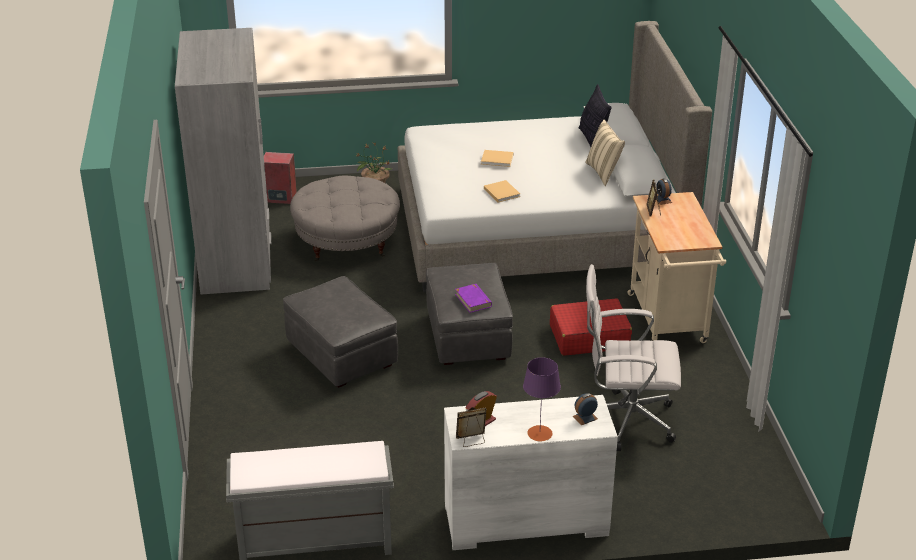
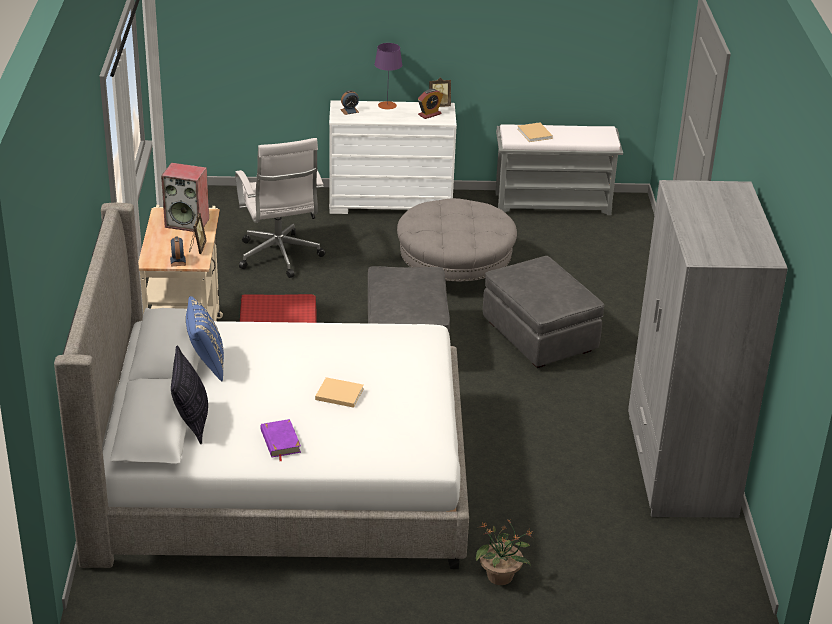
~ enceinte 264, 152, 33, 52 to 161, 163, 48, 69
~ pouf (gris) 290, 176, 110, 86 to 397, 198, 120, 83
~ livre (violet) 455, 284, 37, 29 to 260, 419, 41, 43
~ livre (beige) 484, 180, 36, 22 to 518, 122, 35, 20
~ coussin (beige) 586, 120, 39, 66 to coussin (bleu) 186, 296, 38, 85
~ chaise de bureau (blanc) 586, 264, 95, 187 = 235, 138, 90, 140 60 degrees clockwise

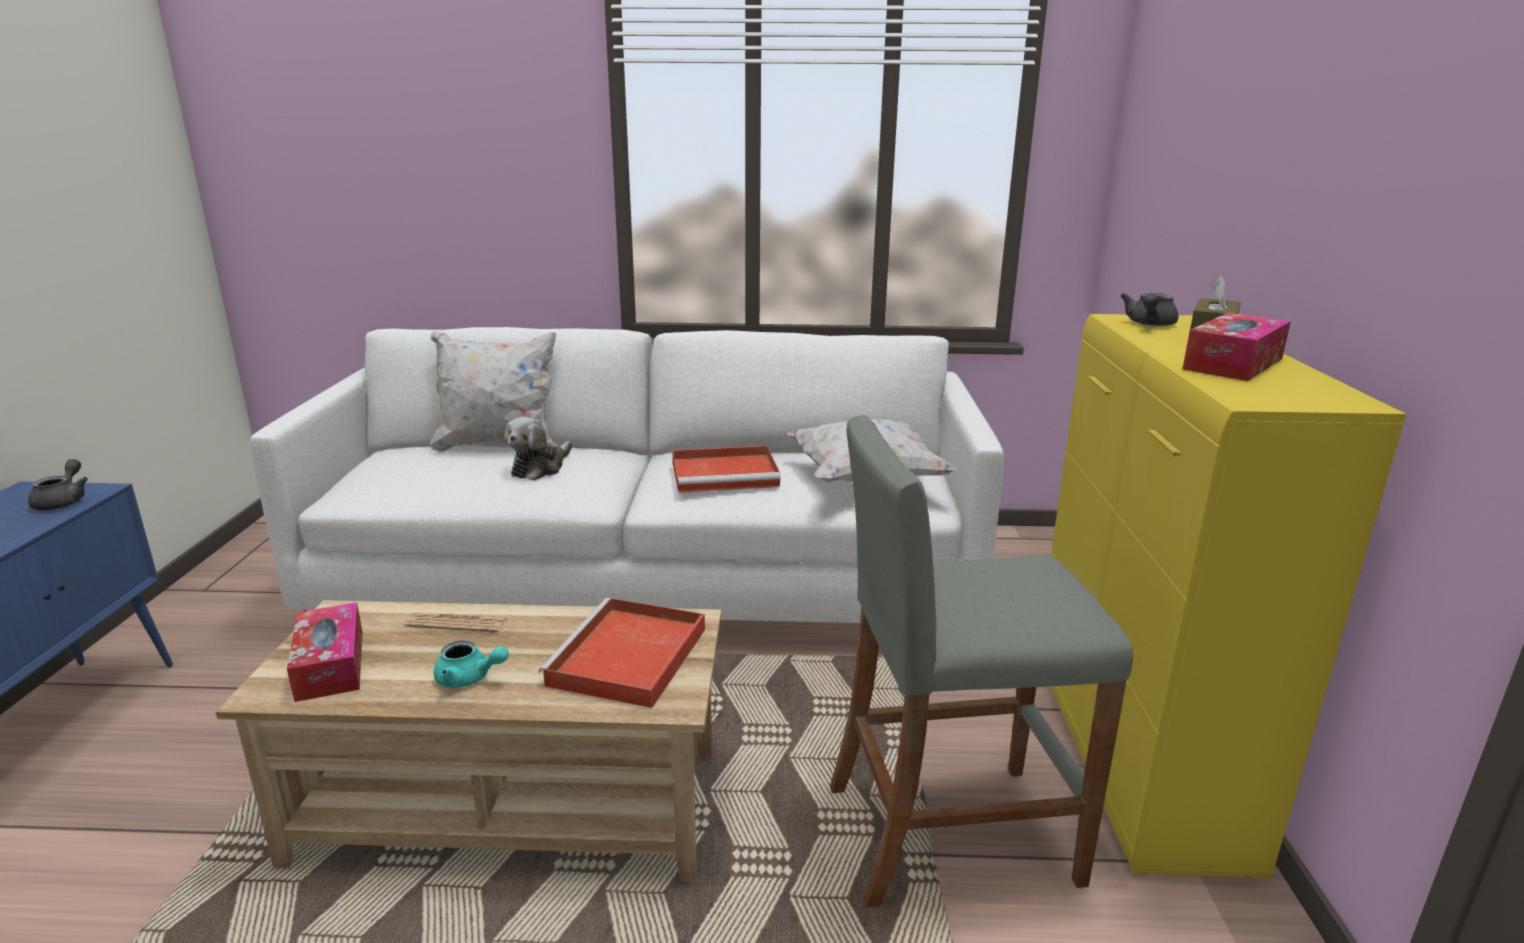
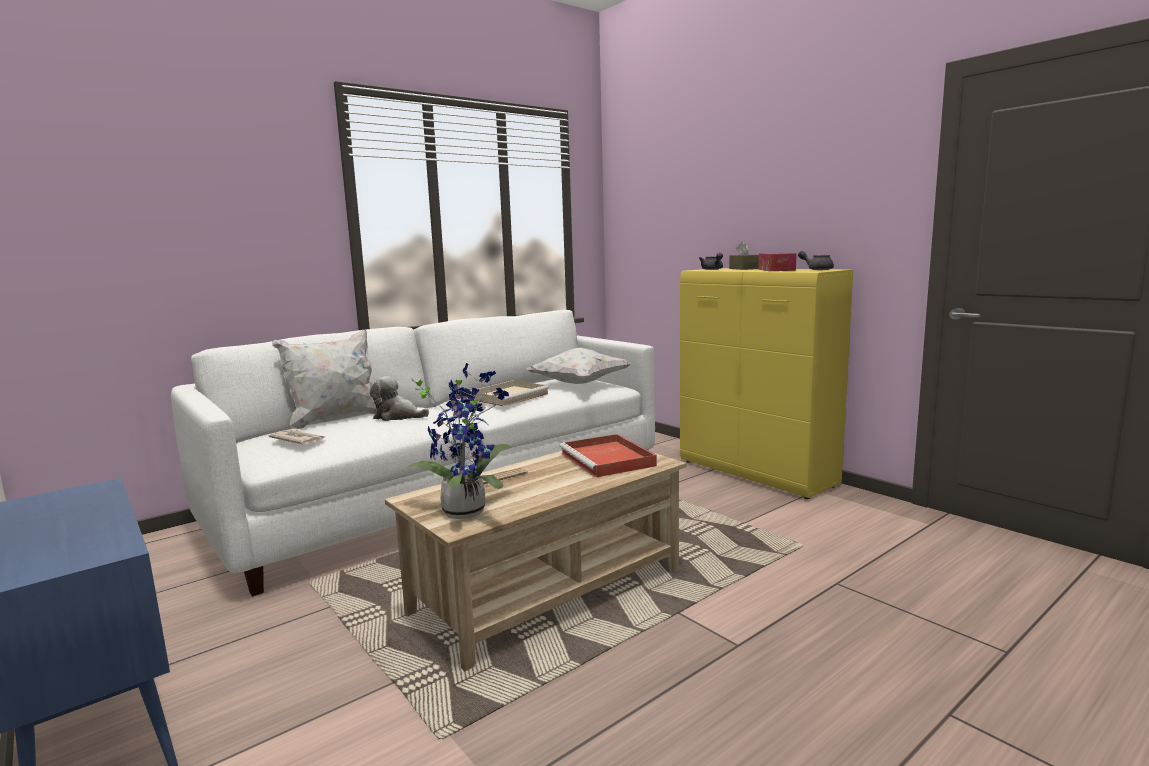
- théière (turquoise) 434, 640, 75, 48
- tabouret (gris) 830, 415, 303, 492
+ journal 268, 430, 57, 14
~ théière (gris) 28, 459, 60, 51 to 798, 251, 36, 19
~ boîte à mouchoirs 287, 602, 76, 100 to plante en pot 404, 363, 108, 156
~ plateau (rouge) 672, 445, 109, 48 to plateau (beige) 471, 380, 78, 26
~ peluche 505, 417, 67, 64 = 370, 376, 59, 45 120 degrees clockwise

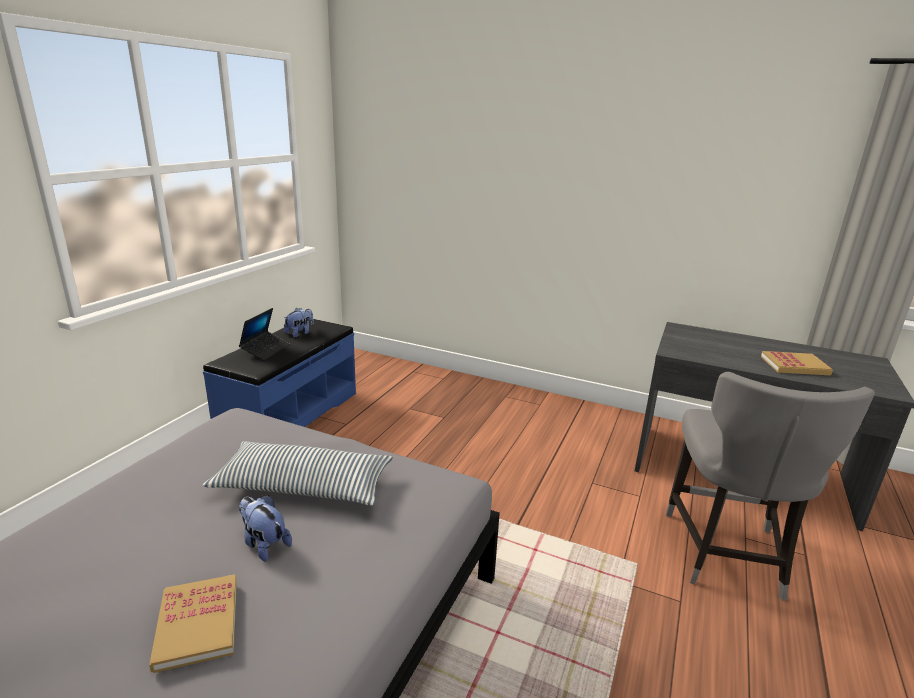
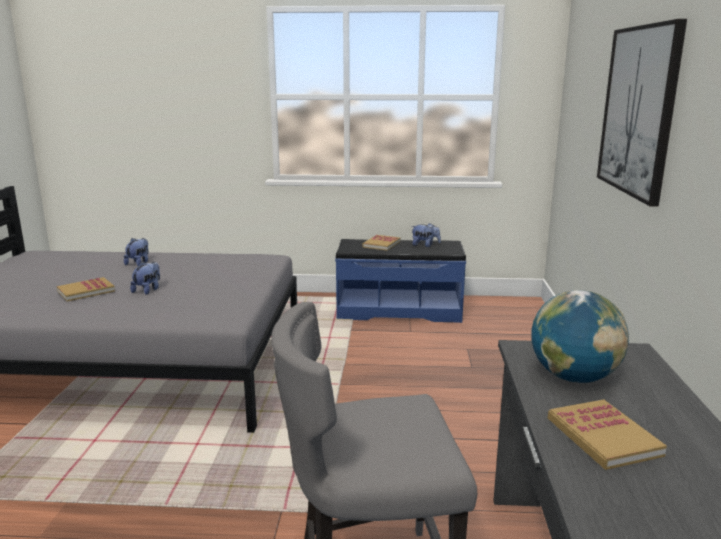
- coussin 203, 441, 190, 65
+ peluche 124, 238, 25, 28
+ globe 531, 290, 98, 93
+ tableau 597, 19, 90, 188
~ ordinateur portable 239, 308, 51, 53 to livre 362, 235, 38, 16

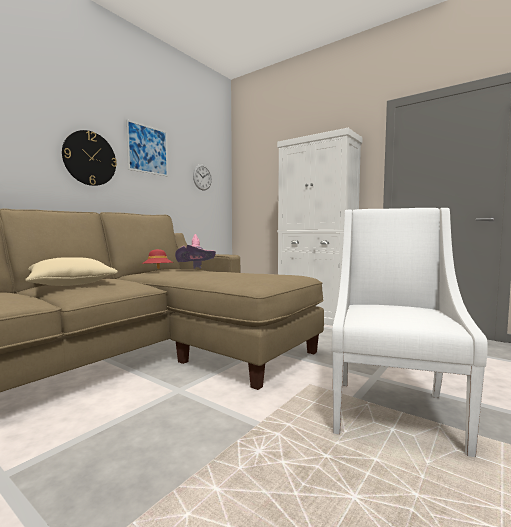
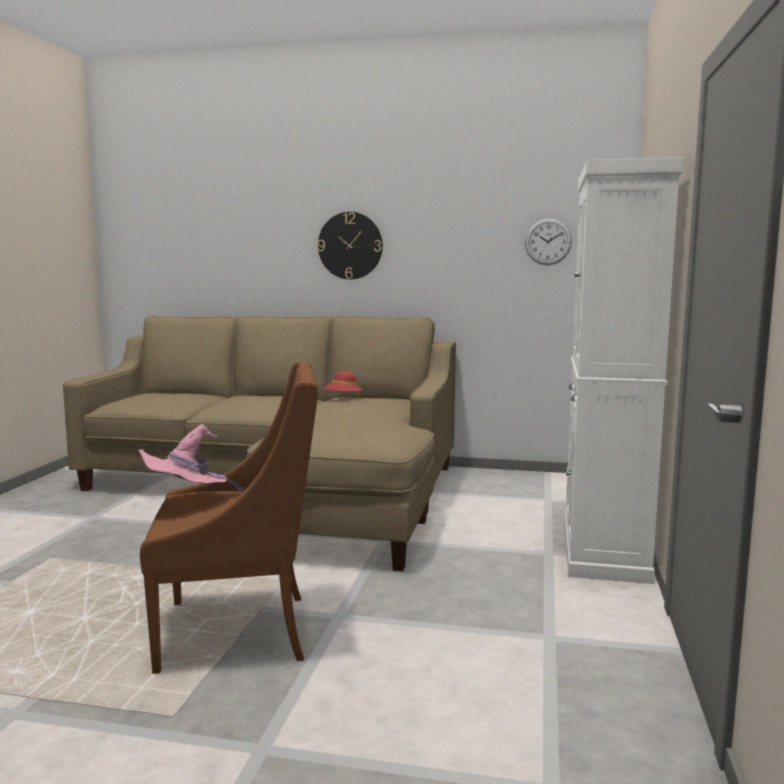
- coussin (beige) 25, 257, 93, 29
- tableau 126, 119, 42, 57
~ chapeau (rose) 175, 234, 41, 35 to 138, 424, 107, 68
~ fauteuil (blanc) 332, 208, 156, 249 to fauteuil (marron) 140, 362, 178, 312

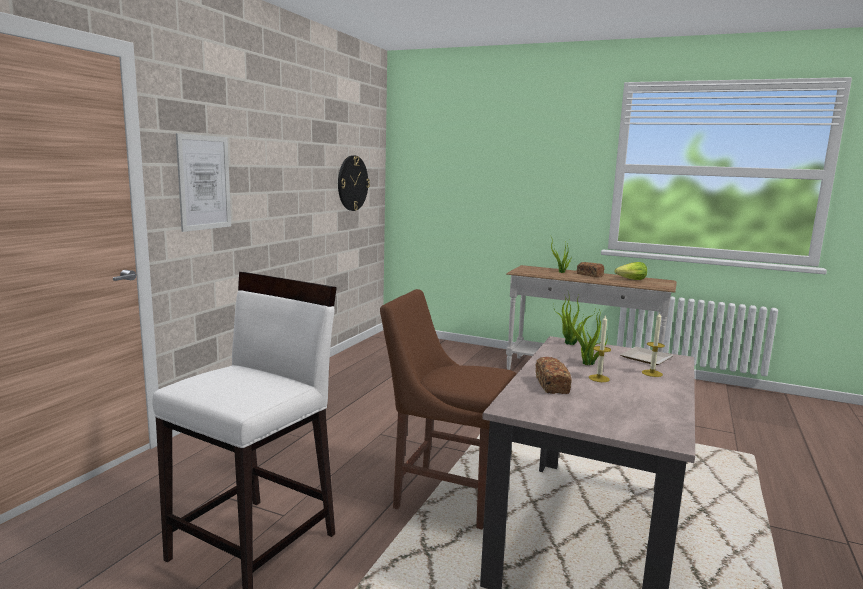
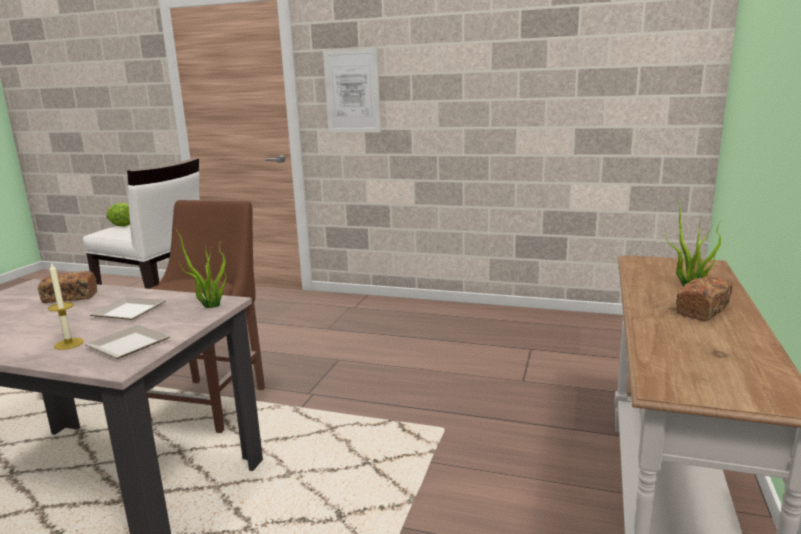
- horloge murale 338, 155, 32, 56
- bougie 589, 314, 22, 68
~ laitue 615, 262, 32, 18 to 106, 203, 24, 24
~ plante en pot 566, 298, 43, 67 to assiette 90, 297, 76, 23

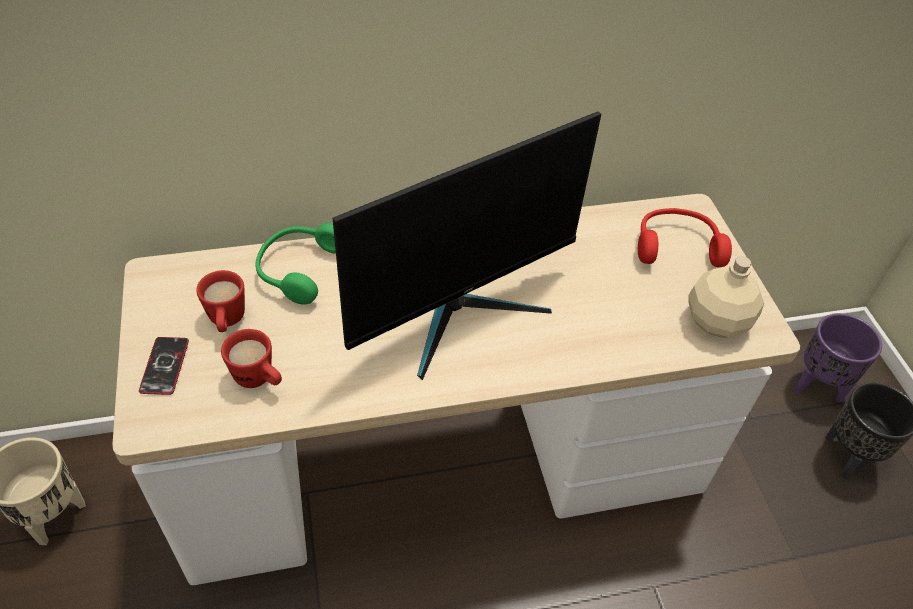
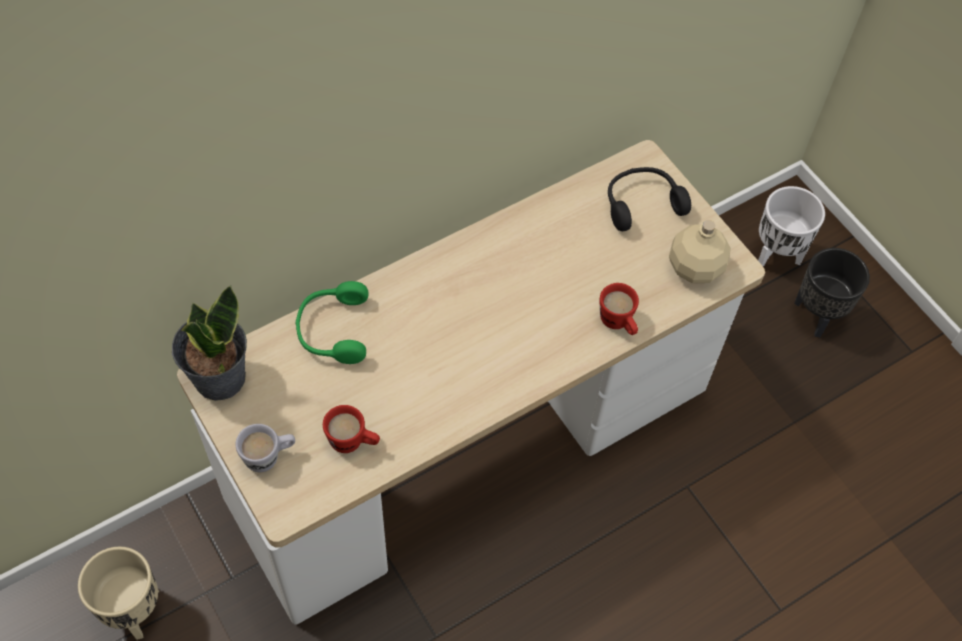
- écran d'ordinateur 333, 111, 268, 269
+ plante en pot 172, 285, 75, 116
~ mug (rouge) 196, 270, 49, 62 to 600, 283, 39, 52
~ téléphone 139, 337, 50, 58 to mug (blanc) 235, 424, 60, 48
~ casque audio (rouge) 638, 208, 94, 59 to casque audio (noir) 608, 167, 83, 64
~ cache-pot (violet) 794, 313, 88, 90 to cache-pot (blanc) 758, 186, 67, 80

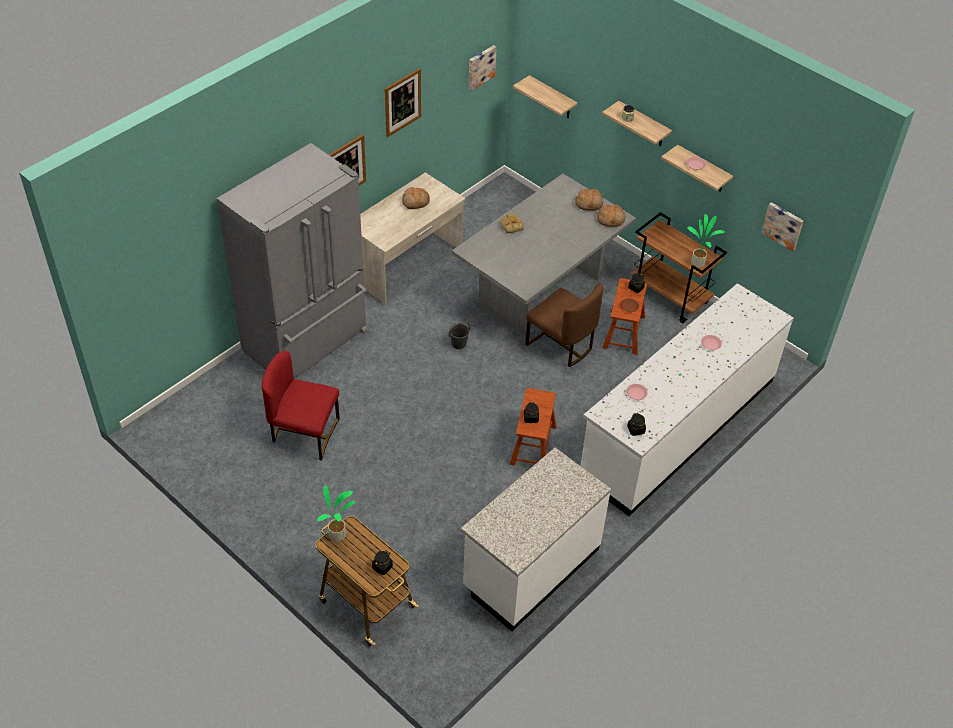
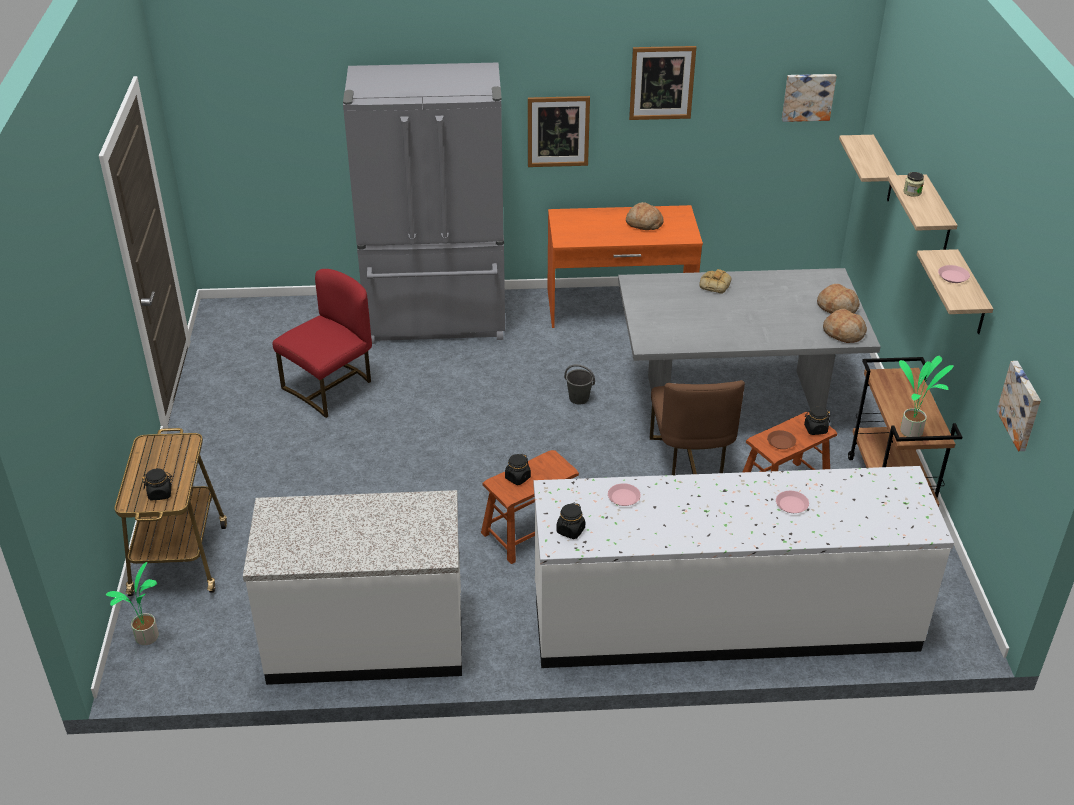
~ plante en pot 317, 485, 38, 57 to 106, 562, 53, 83
~ bureau (beige) 360, 172, 105, 133 to bureau (orange) 548, 205, 155, 123
~ chaise (rouge) 262, 351, 78, 110 = 272, 269, 100, 149 75 degrees clockwise

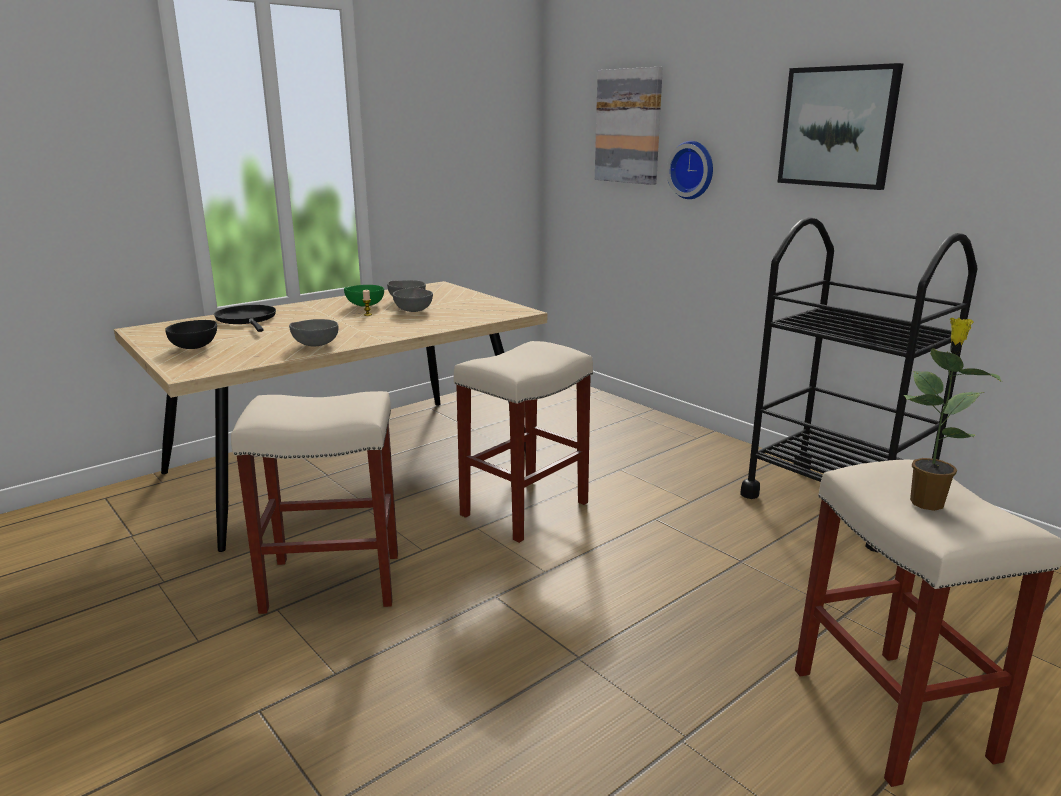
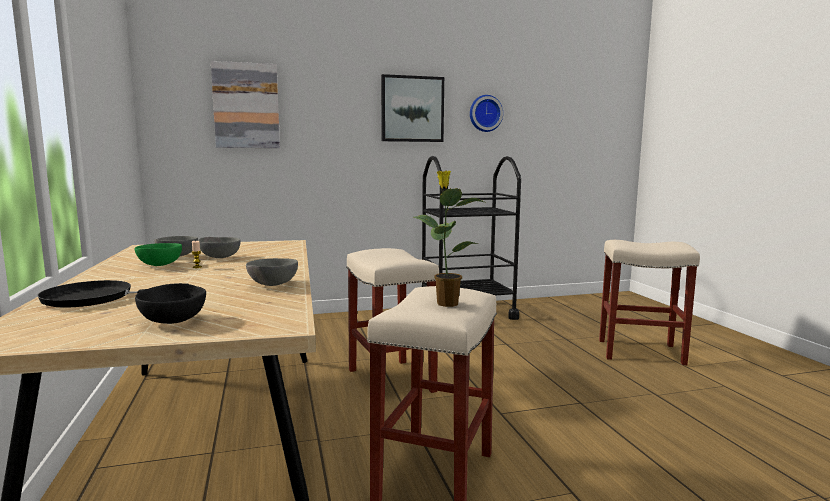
~ horloge murale 667, 141, 46, 58 to 470, 95, 33, 37
~ plante en pot 904, 318, 98, 193 to 414, 171, 70, 136

